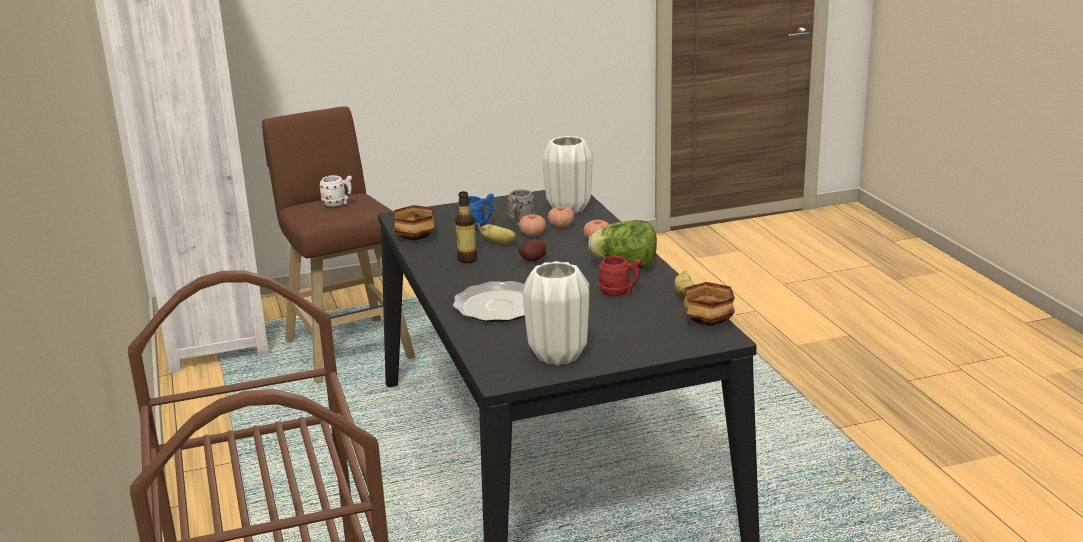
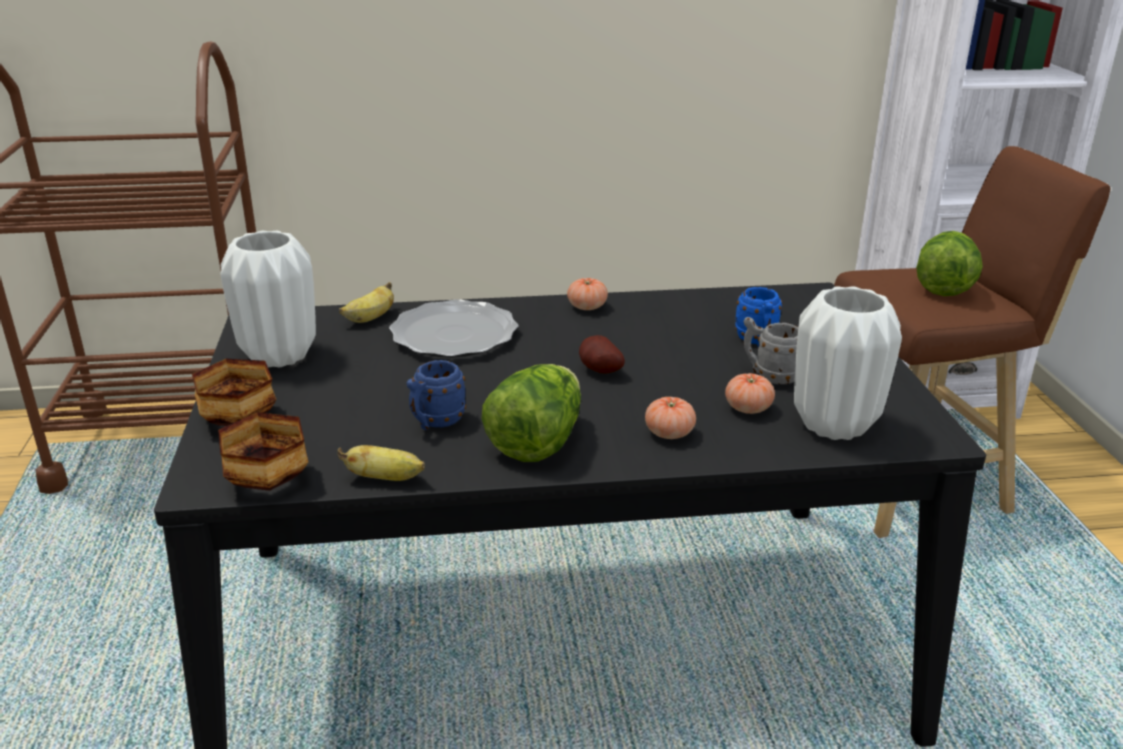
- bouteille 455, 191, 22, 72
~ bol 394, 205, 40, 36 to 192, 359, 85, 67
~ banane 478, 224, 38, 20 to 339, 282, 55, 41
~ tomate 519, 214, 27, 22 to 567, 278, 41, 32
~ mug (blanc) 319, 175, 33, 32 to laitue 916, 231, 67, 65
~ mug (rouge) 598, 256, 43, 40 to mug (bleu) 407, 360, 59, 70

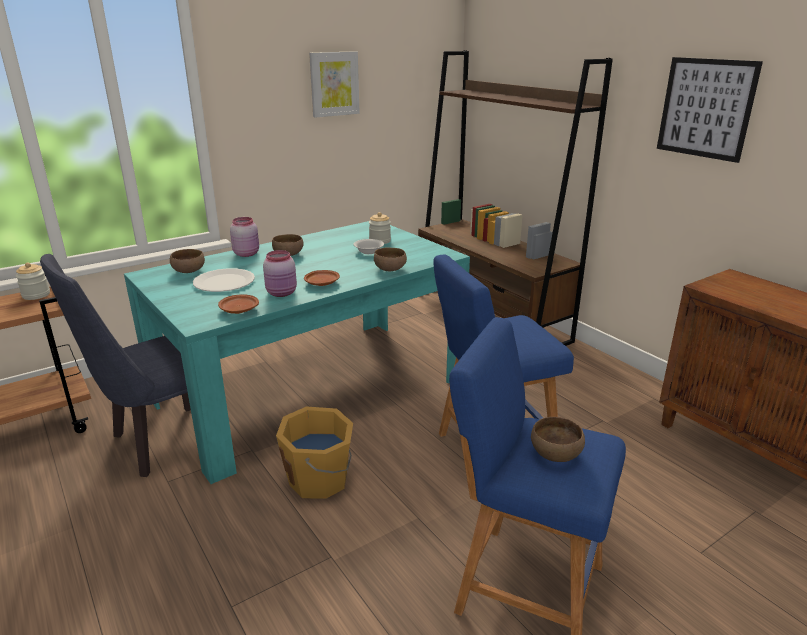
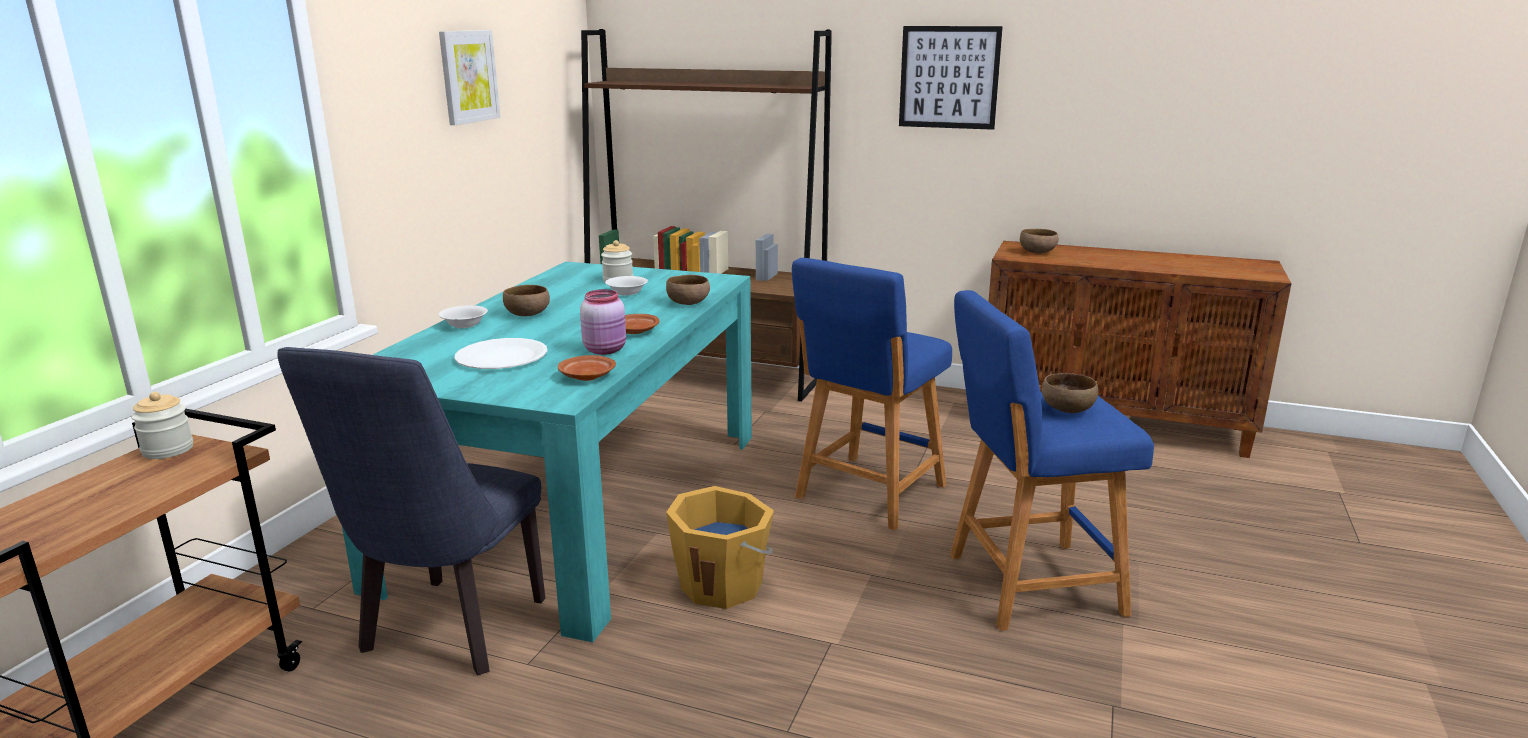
~ bol (marron) 170, 249, 35, 24 to 1020, 229, 39, 25
~ bocal (rose) 230, 217, 29, 40 to bol (blanc) 439, 305, 49, 23

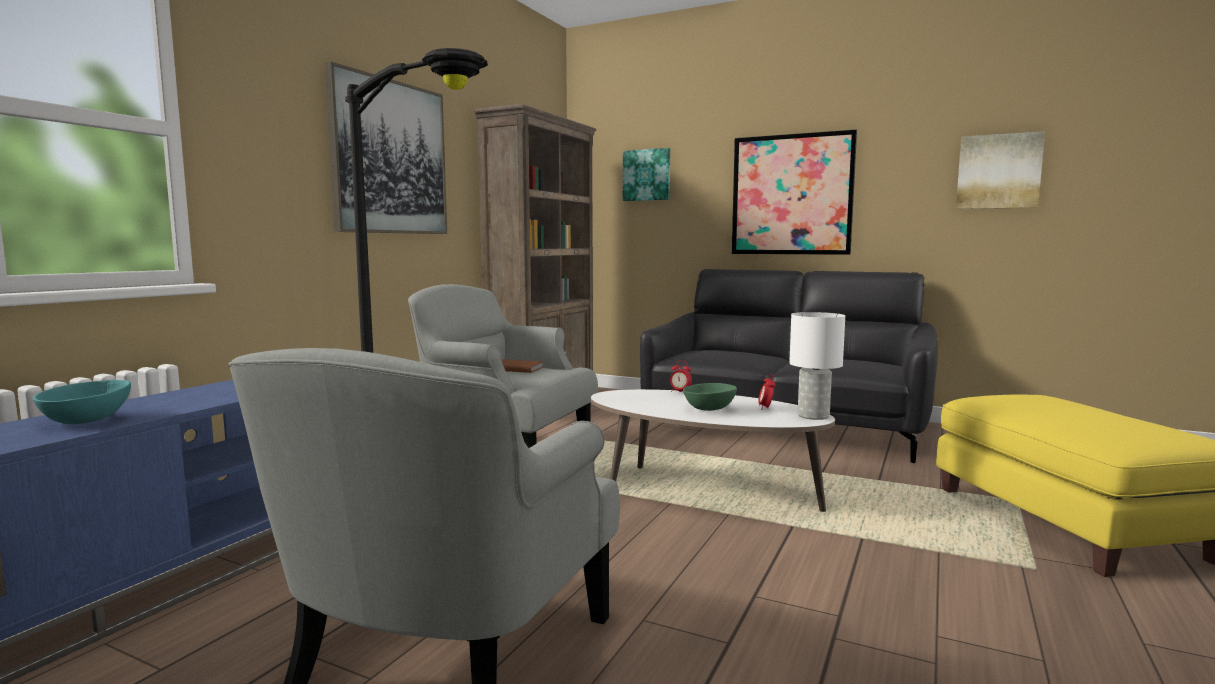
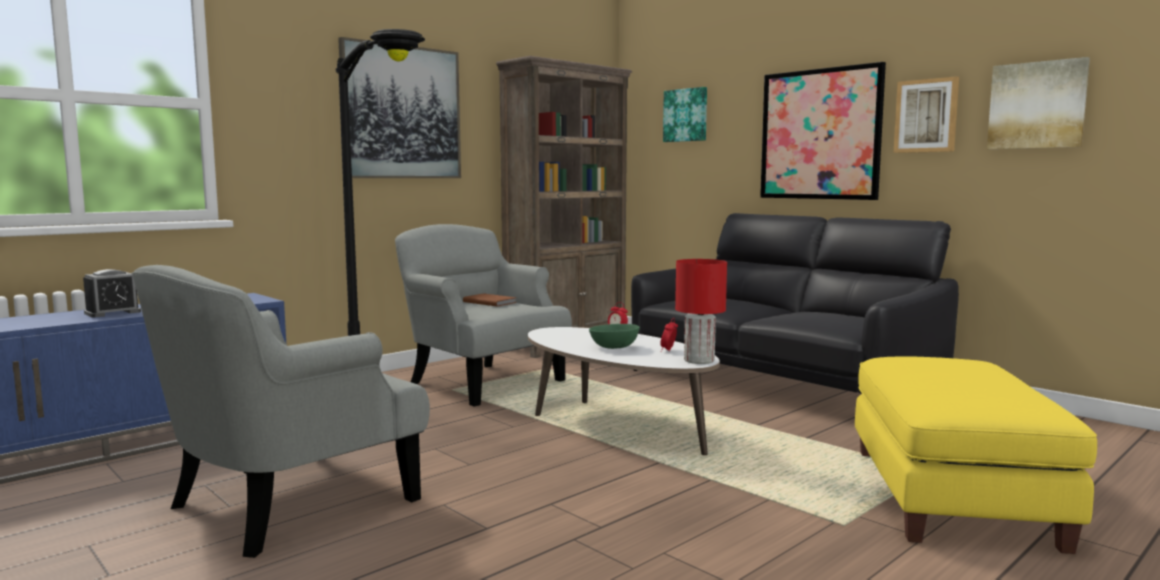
+ tableau 893, 76, 66, 77
~ bol (turquoise) 33, 380, 98, 44 to réveil 83, 269, 58, 49
~ lampe de table (blanc) 789, 312, 56, 108 to lampe de table (rouge) 675, 259, 52, 105

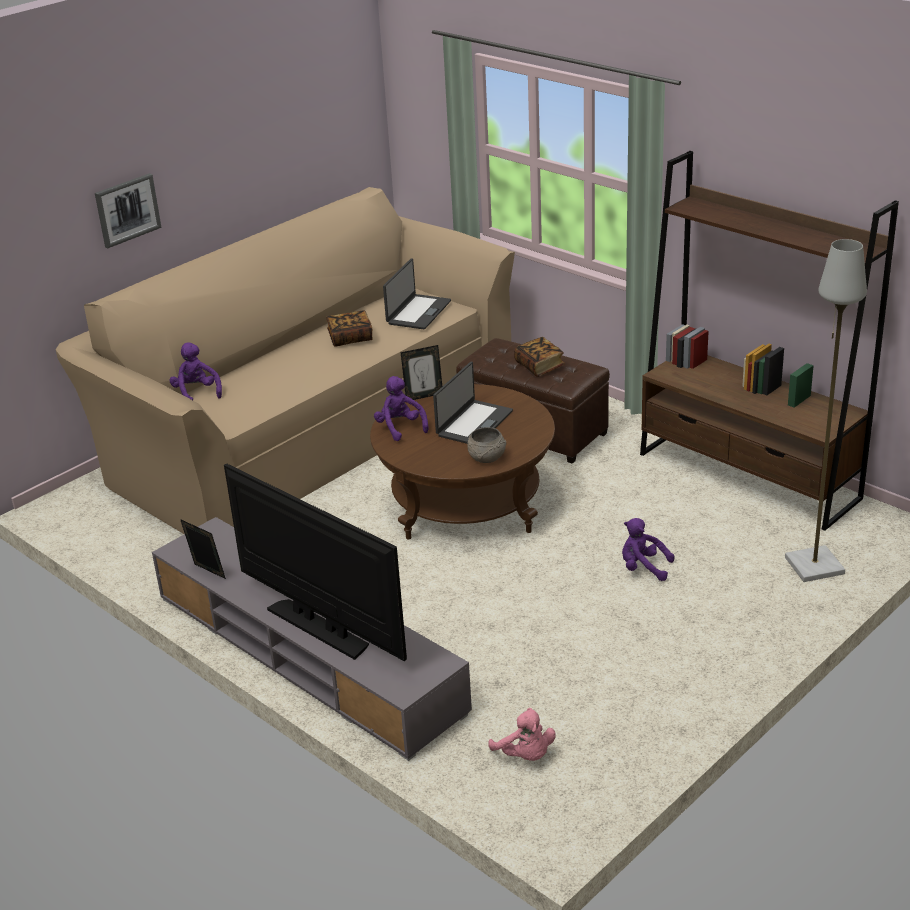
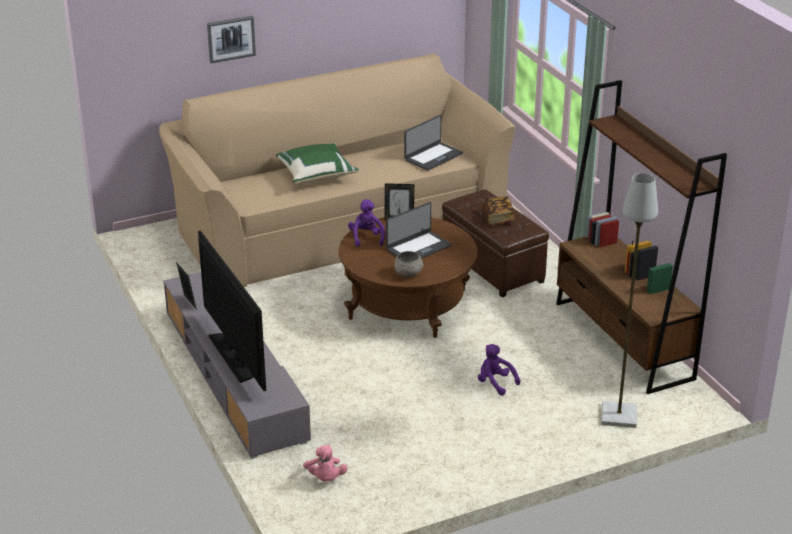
- peluche (violet) 169, 342, 53, 58
- livre 326, 310, 47, 36
+ coussin (vert) 276, 143, 83, 41

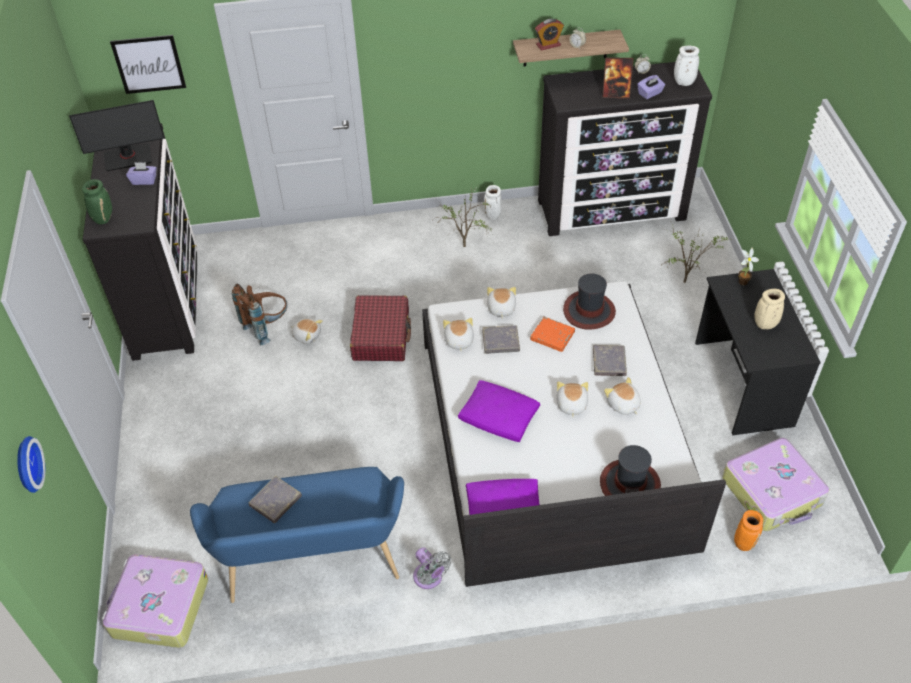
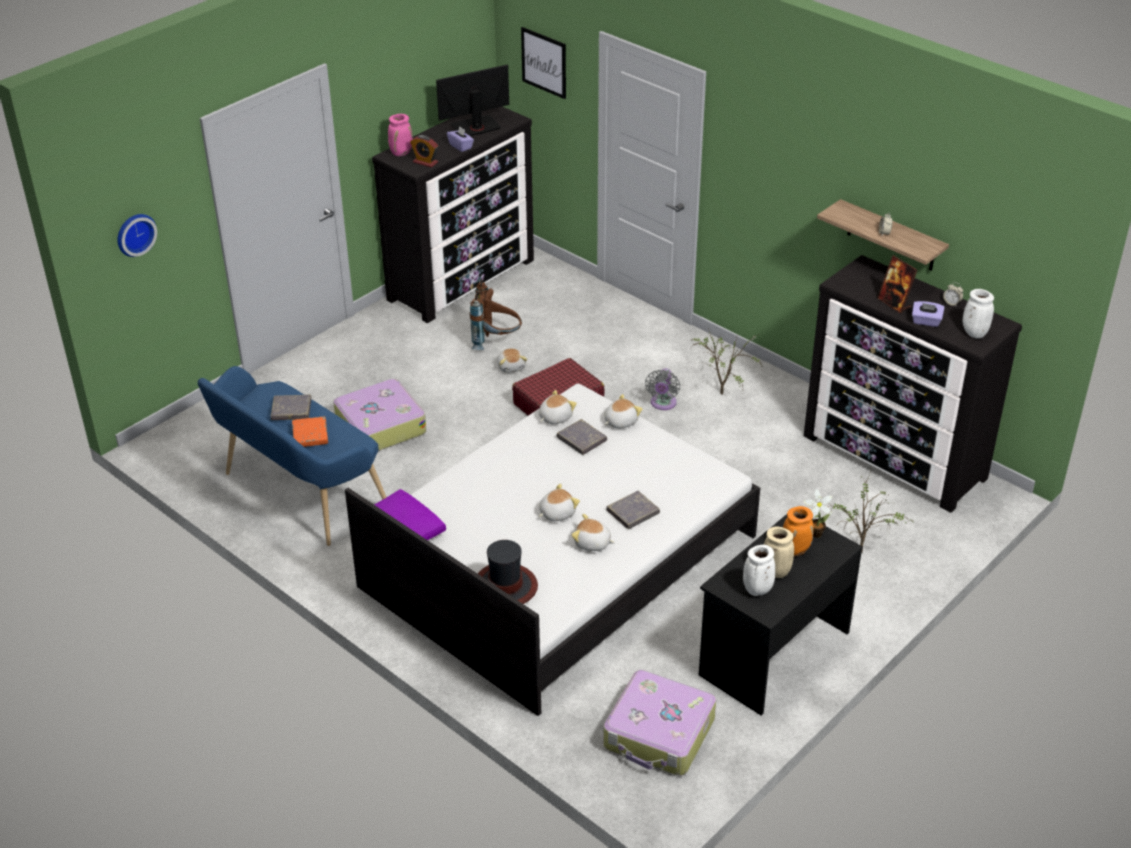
- coussin (violet) 458, 380, 82, 62
- chapeau 563, 274, 53, 56
~ valise 102, 554, 106, 94 to 333, 379, 93, 72
~ ventilateur (gris) 413, 547, 39, 42 to 645, 368, 35, 42
~ vase (blanc) 484, 185, 18, 35 to 743, 545, 32, 51
~ livre (orange) 530, 317, 45, 35 to 292, 416, 36, 31
~ réveil 535, 19, 29, 32 to 410, 135, 28, 33
~ vase (orange) 734, 510, 29, 41 to 783, 506, 31, 50
~ vase (vert) 82, 179, 30, 45 to vase (rose) 388, 114, 25, 42
~ écran d'ordinateur 69, 100, 96, 71 = 436, 64, 73, 72 120 degrees clockwise
~ peluche 604, 377, 37, 38 = 571, 514, 44, 37 90 degrees counterclockwise

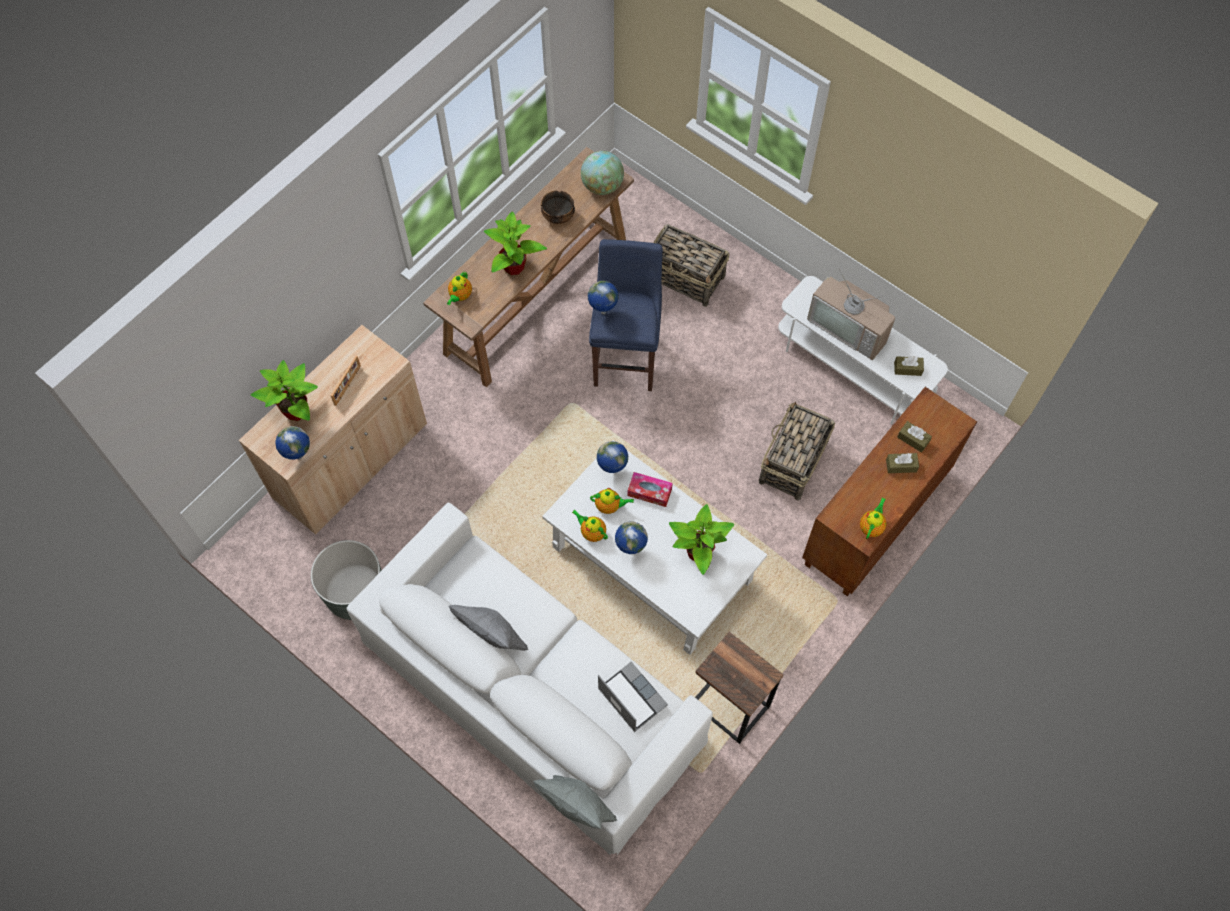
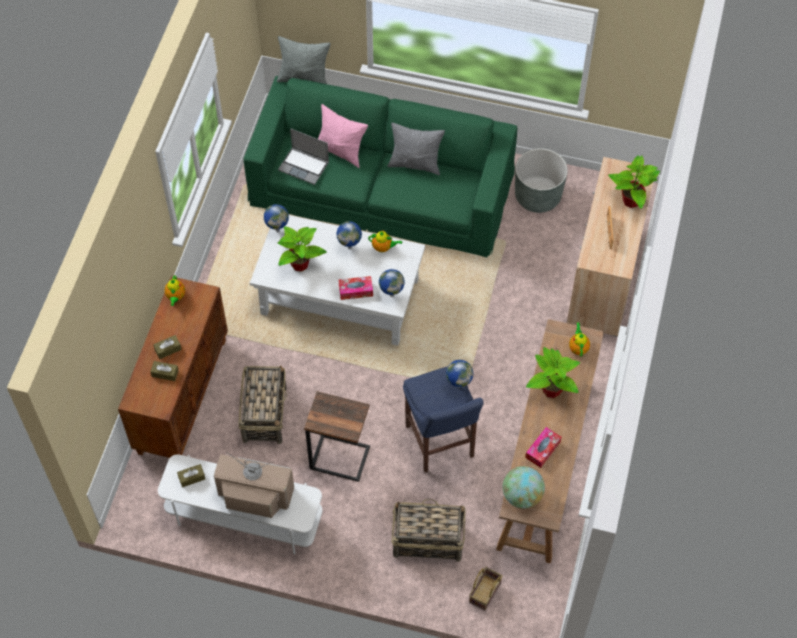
- théière 590, 488, 44, 26
+ coussin (rose) 318, 104, 50, 64
+ panier 469, 567, 34, 44
~ globe 275, 426, 35, 34 to 264, 204, 25, 28
~ table d'appoint 695, 632, 89, 112 to 304, 391, 66, 91
~ bol 541, 190, 34, 34 to boîte à mouchoirs 525, 427, 37, 41
~ canapé (blanc) 347, 503, 366, 353 to canapé (vert) 244, 76, 273, 181

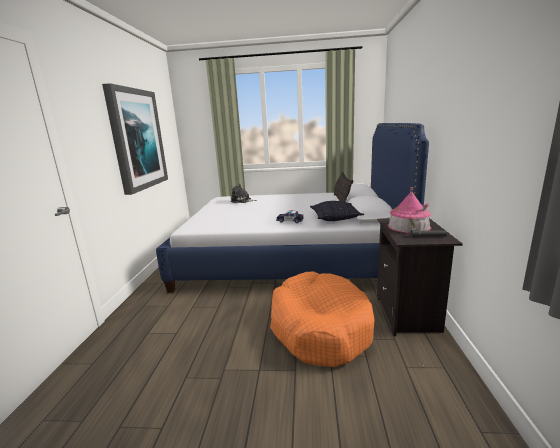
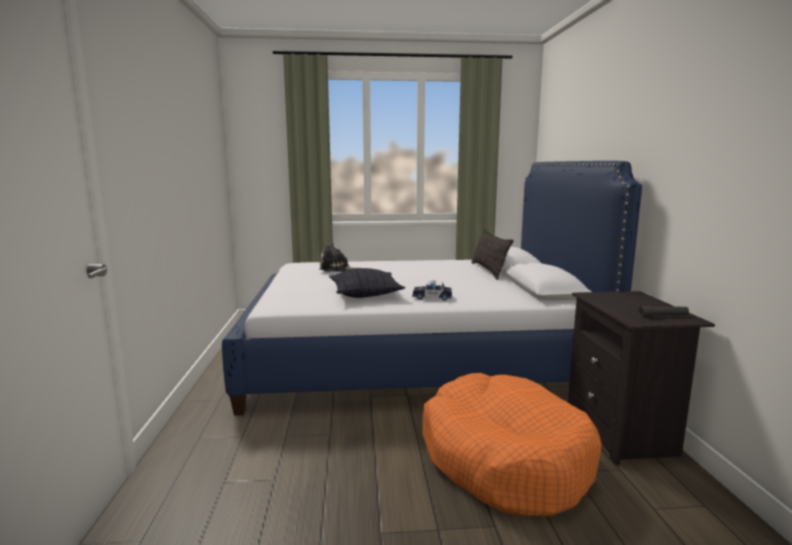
- tableau 102, 83, 66, 112
- maison miniature 388, 187, 43, 46
~ coussin 310, 201, 54, 20 to 329, 268, 76, 30

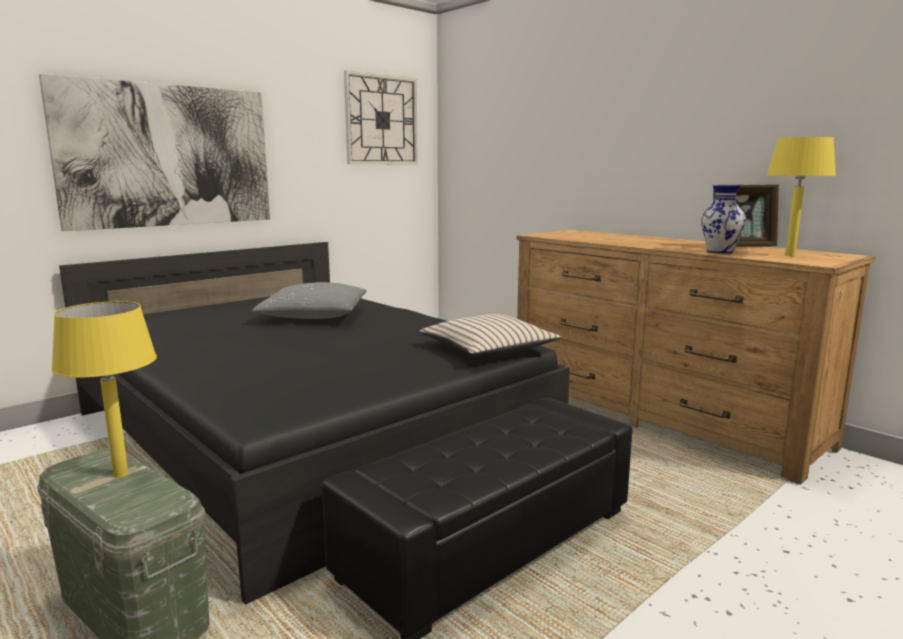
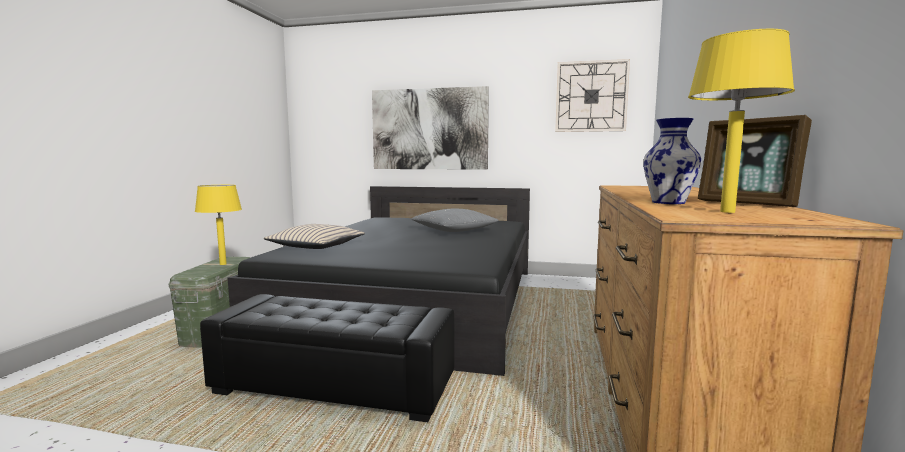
~ coussin (beige) 419, 314, 143, 43 to 264, 224, 101, 25

